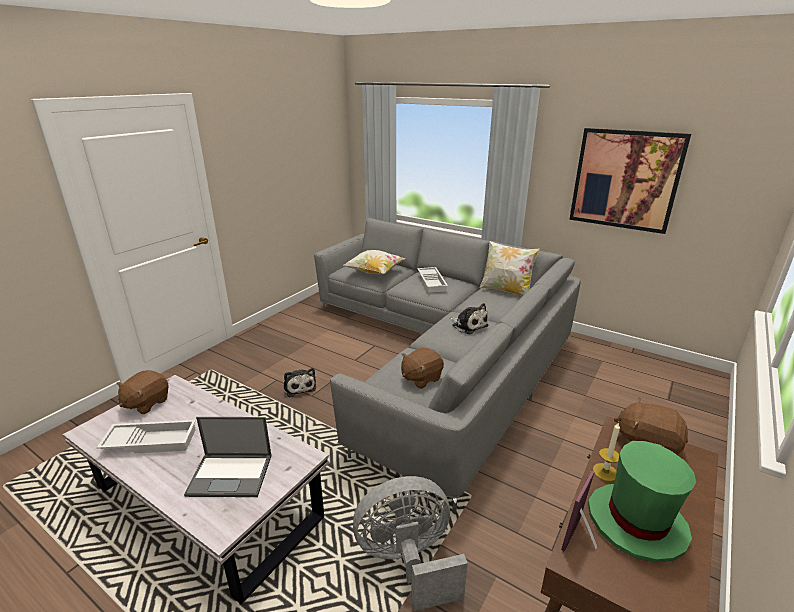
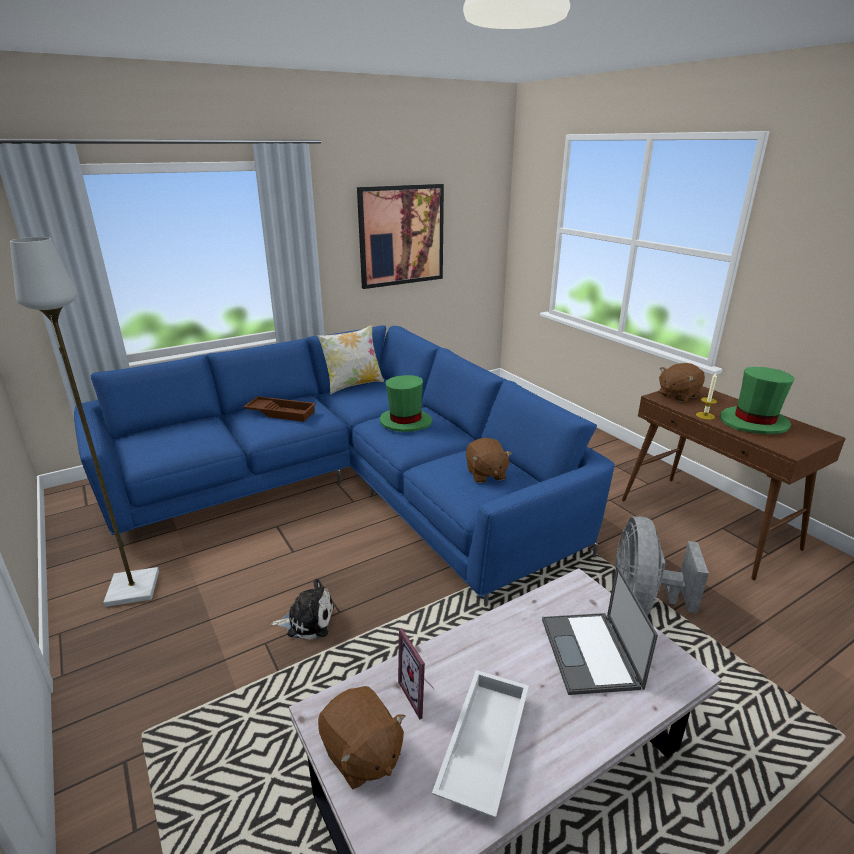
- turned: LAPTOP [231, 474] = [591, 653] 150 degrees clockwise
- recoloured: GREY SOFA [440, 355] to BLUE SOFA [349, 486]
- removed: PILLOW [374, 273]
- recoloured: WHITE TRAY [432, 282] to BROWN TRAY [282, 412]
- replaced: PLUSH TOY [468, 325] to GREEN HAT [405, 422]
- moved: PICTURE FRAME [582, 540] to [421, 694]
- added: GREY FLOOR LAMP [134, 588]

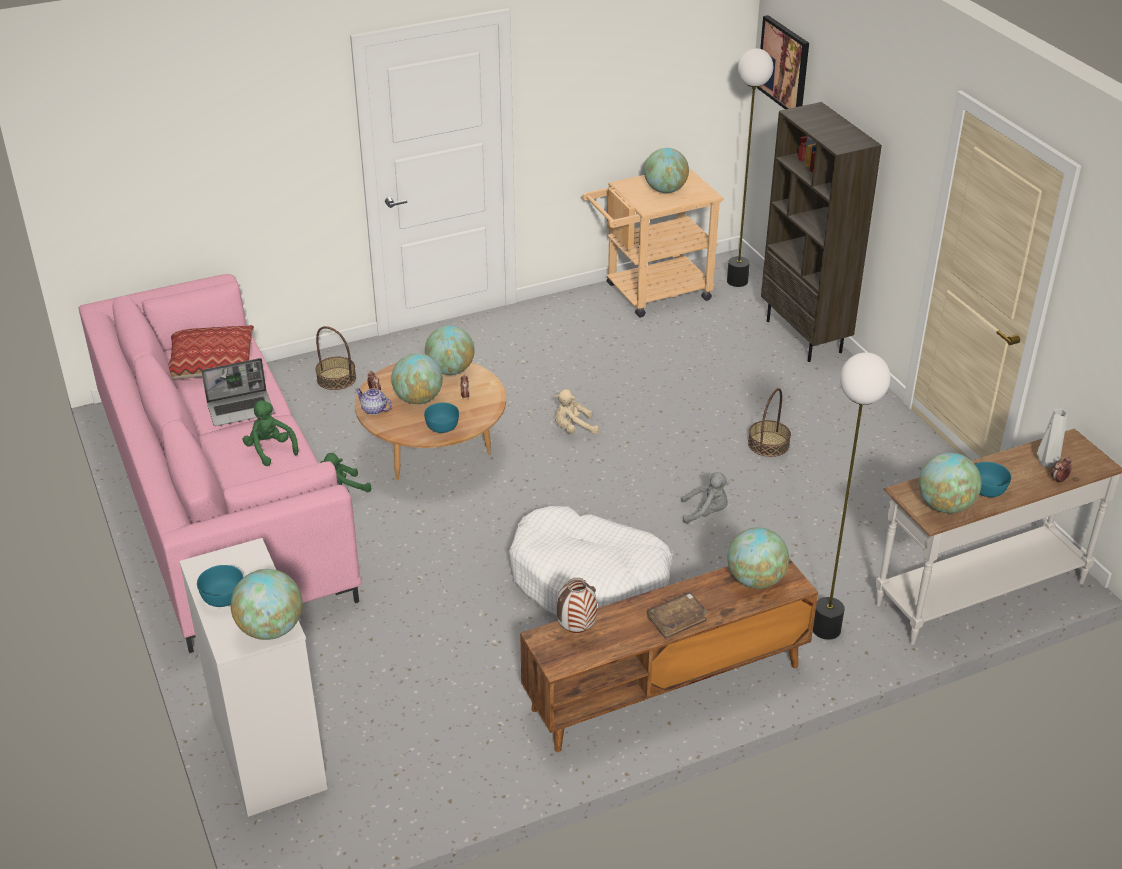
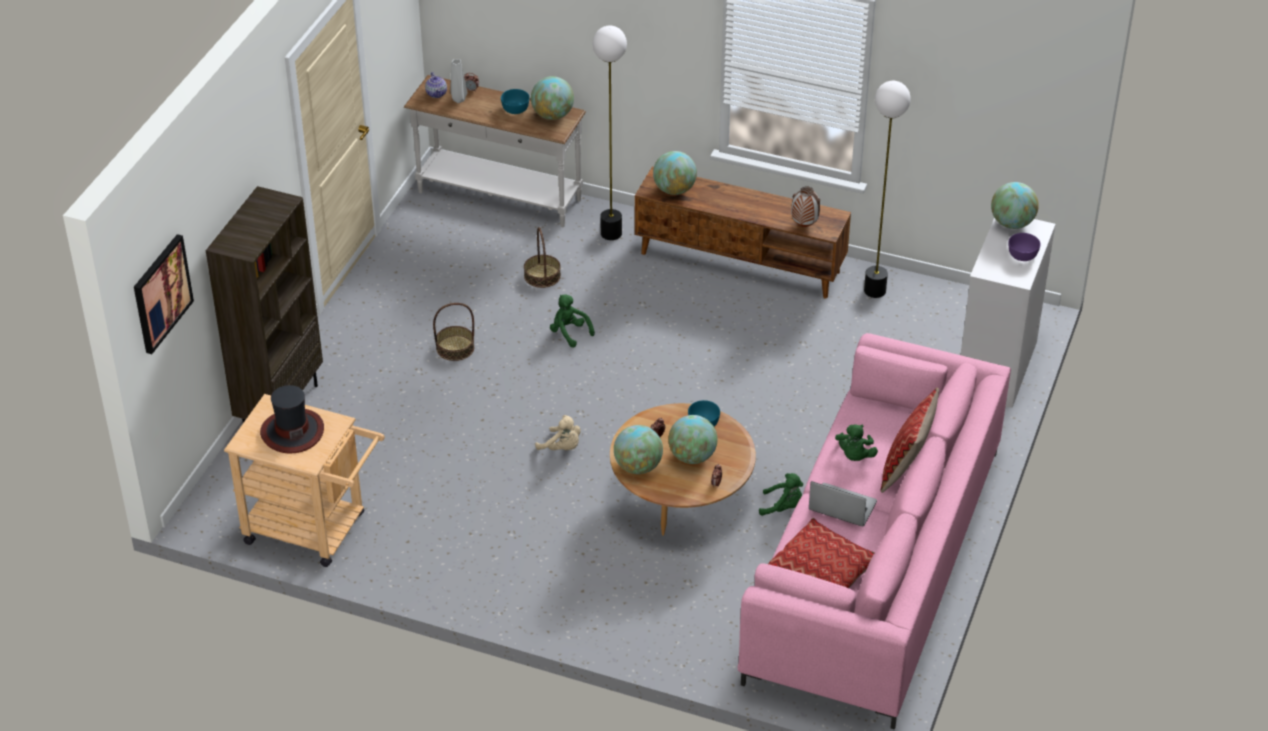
- recoloured: TURQUOISE BOWL [222, 596] to PURPLE BOWL [1023, 255]
- moved: BASKET [336, 378] to [542, 276]
- moved: TEAPOT [374, 410] to [436, 93]
- removed: WHITE DOG BED [589, 580]
- replaced: GLOBE [665, 190] to HAT [292, 431]
- removed: BROWN BOOK [677, 620]
- recoloured: GREY PLUSH TOY [706, 512] to GREEN PLUSH TOY [569, 333]
- moved: FLOOR LAMP [737, 281] to [874, 290]
- added: PILLOW [905, 468]

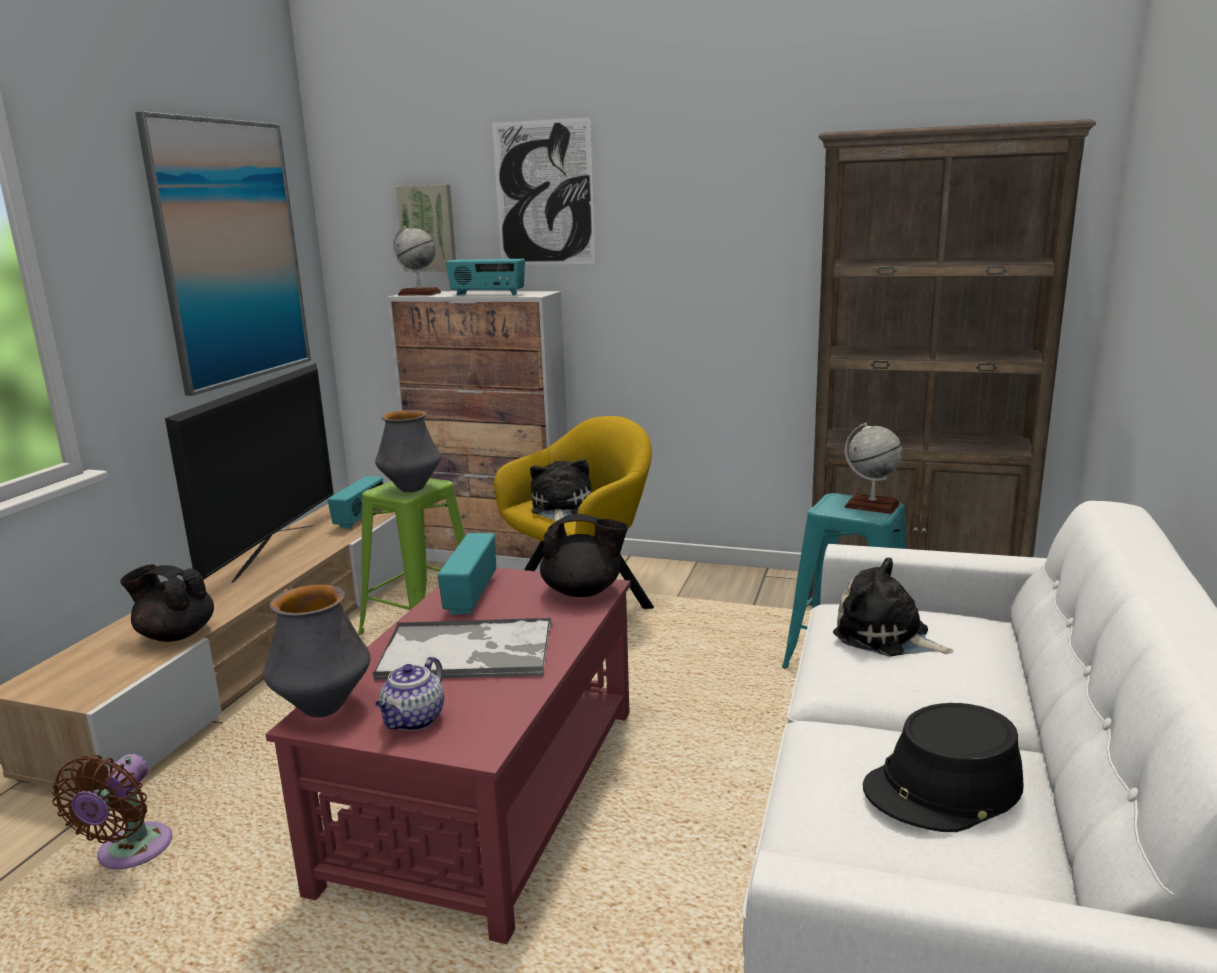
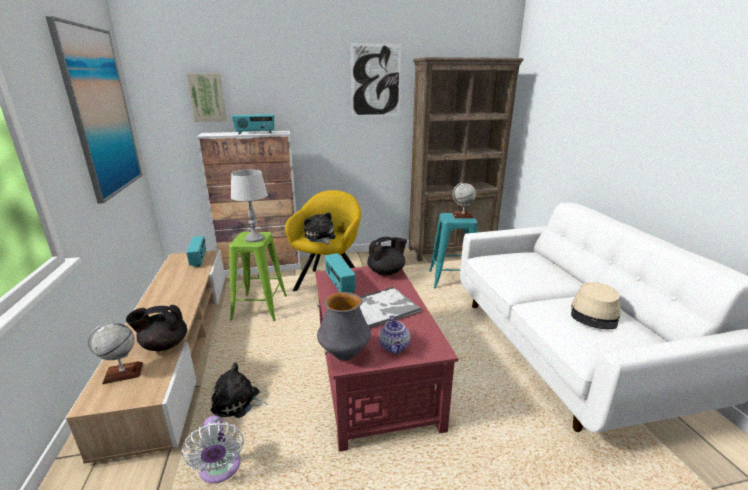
- recoloured: BROWN FAN [130, 853] to WHITE FAN [220, 470]
- removed: TELEVISION [274, 552]
- replaced: VASE [411, 489] to GREY TABLE LAMP [254, 239]
- moved: GLOBE [419, 294] to [123, 373]
- moved: PICTURE [544, 193] to [375, 81]
- moved: PLUSH TOY [886, 637] to [238, 403]
- recoloured: BLACK HAT [943, 788] to BEIGE HAT [594, 314]

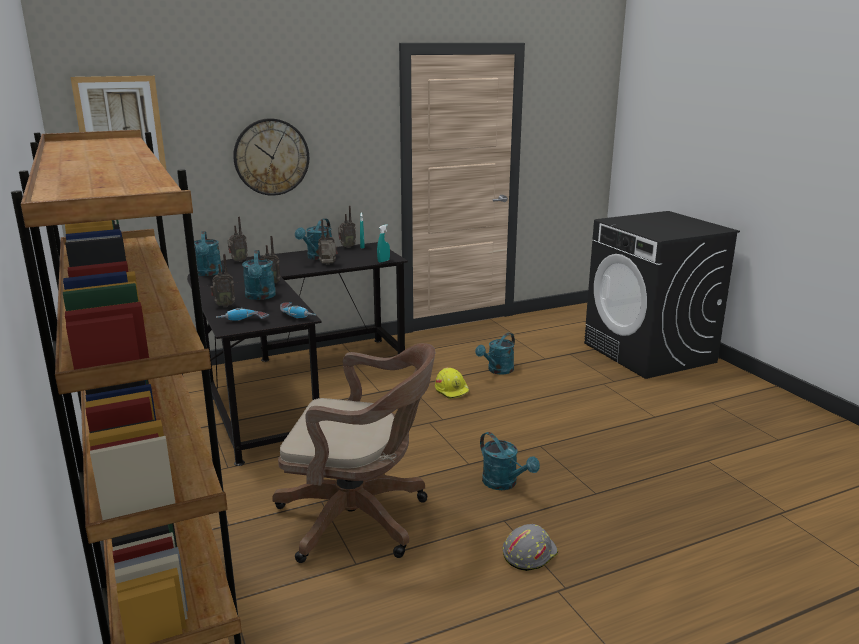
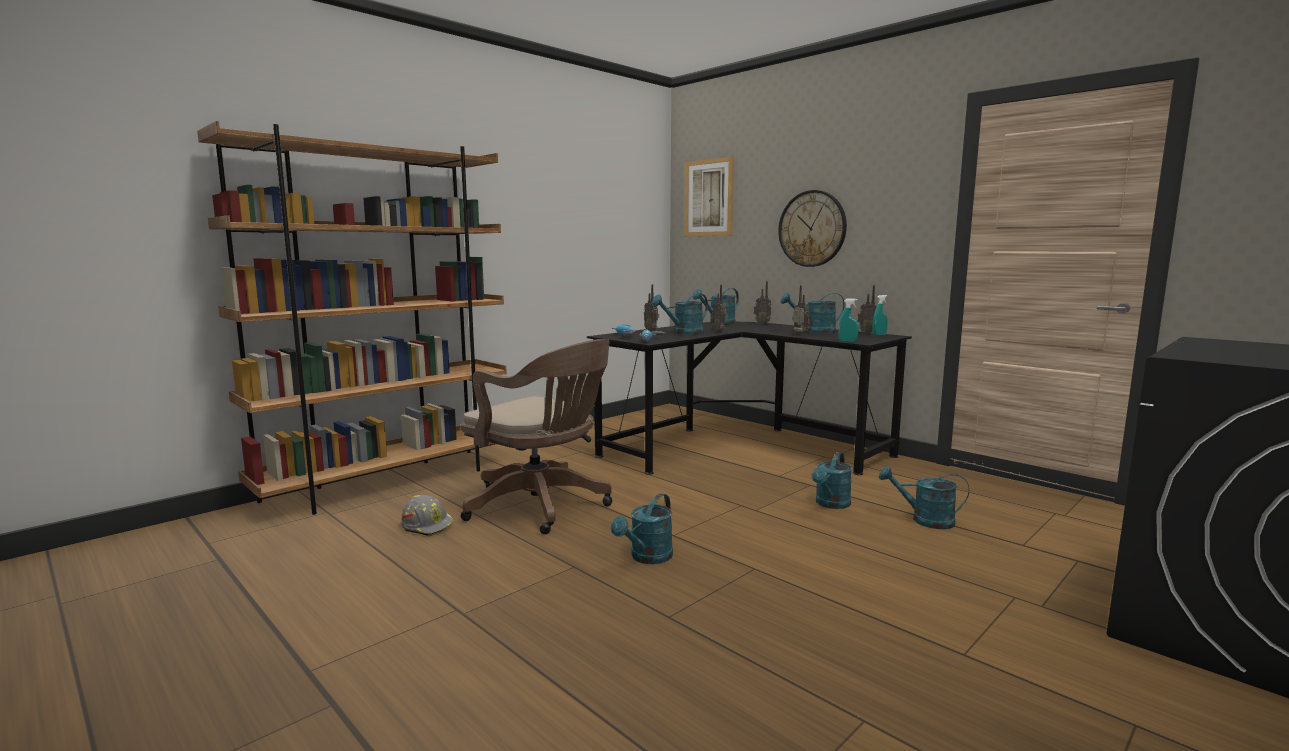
- turned: BROWN OFFICE CHAIR [360, 519] = [542, 506] 45 degrees counterclockwise
- replaced: YELLOW HARD HAT [452, 390] to TURQUOISE WATERING CAN [831, 504]
- moved: GREY HARD HAT [528, 553] to [428, 525]

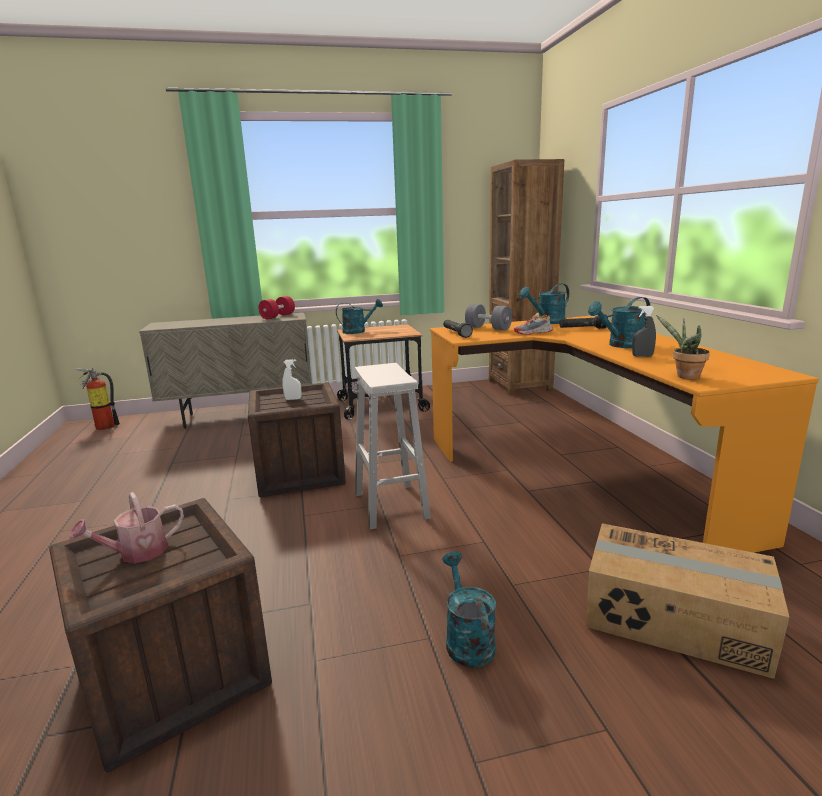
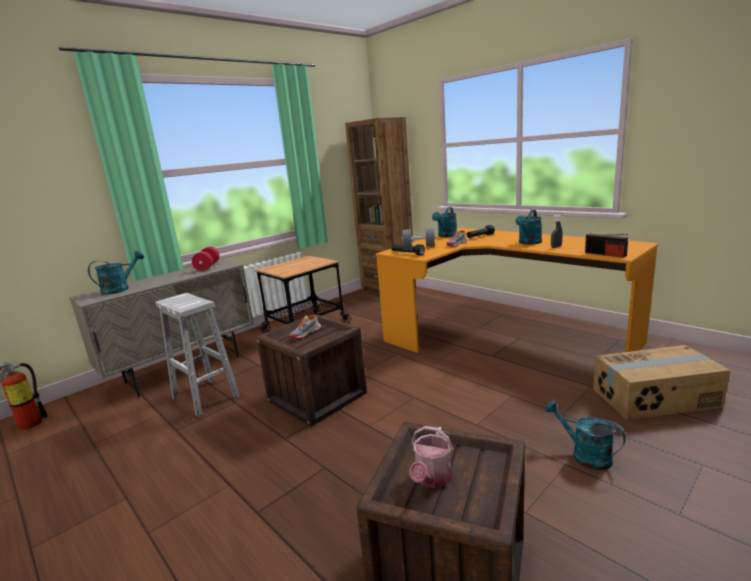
- replaced: WHITE SPRAY BOTTLE [293, 399] to SHOE [306, 333]
- moved: TURQUOISE WATERING CAN [358, 331] to [120, 289]
- moved: WHITE STOOL [390, 505] to [205, 397]
- replaced: POTTED PLANT [684, 376] to RADIO [605, 254]

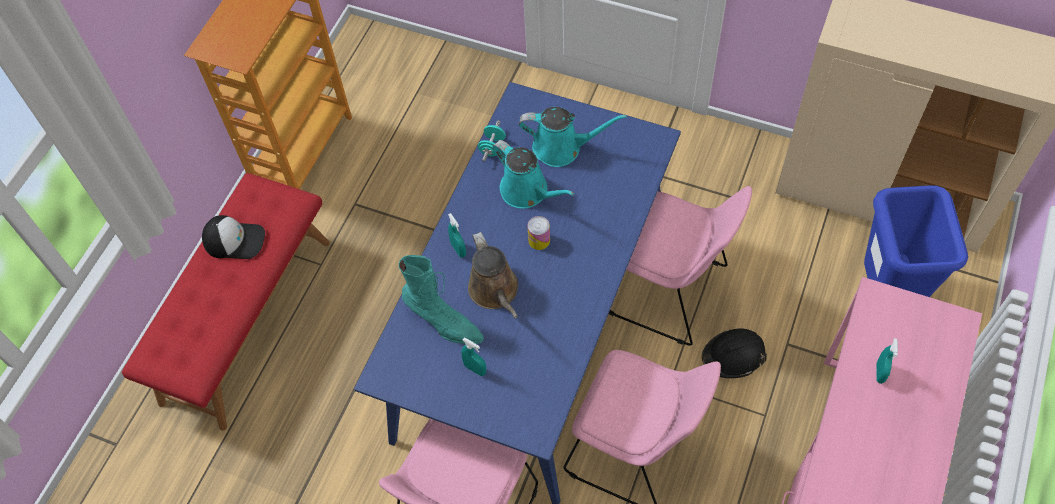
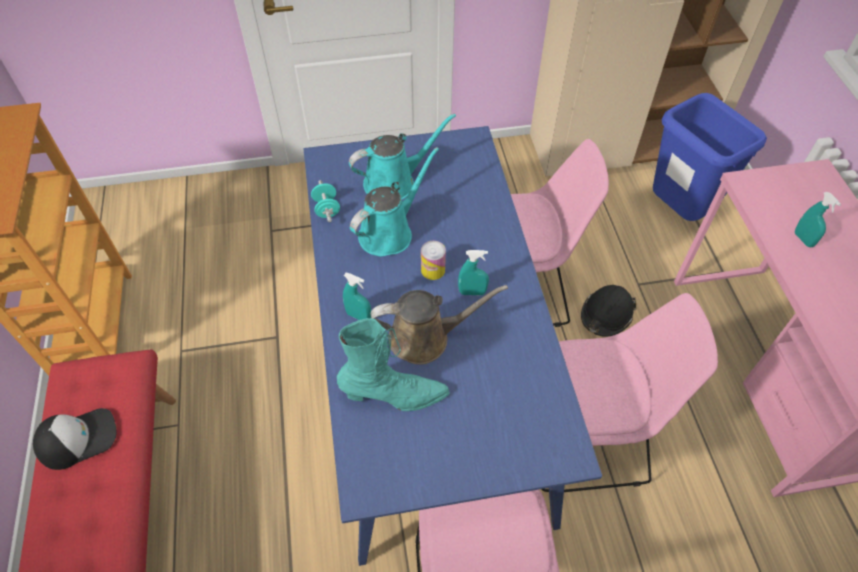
- moved: TURQUOISE SPRAY BOTTLE [475, 369] to [472, 292]
- turned: BROWN WATERING CAN [495, 291] = [425, 338] 45 degrees counterclockwise
- turned: TURQUOISE WATERING CAN [527, 191] = [389, 232] 60 degrees counterclockwise

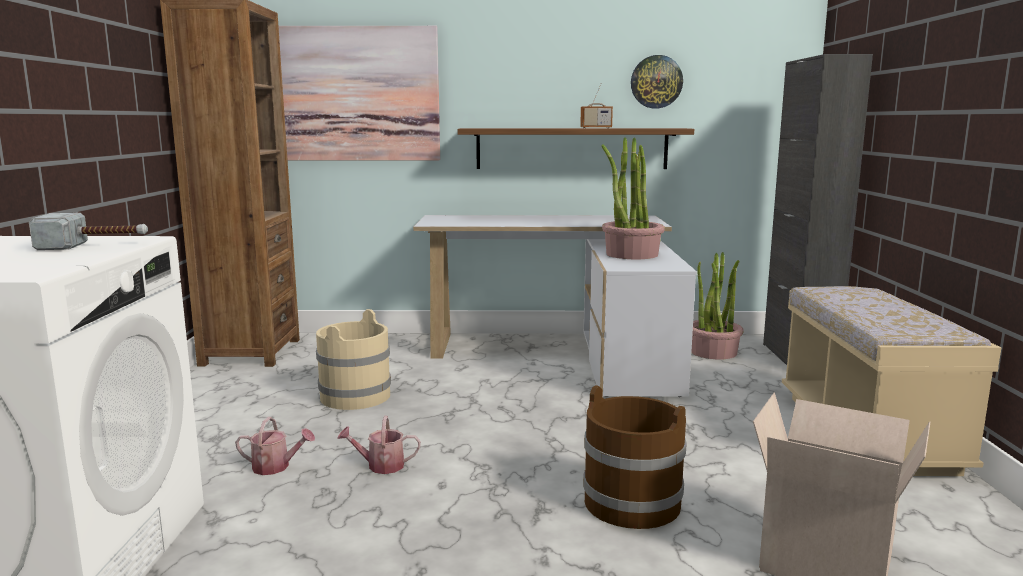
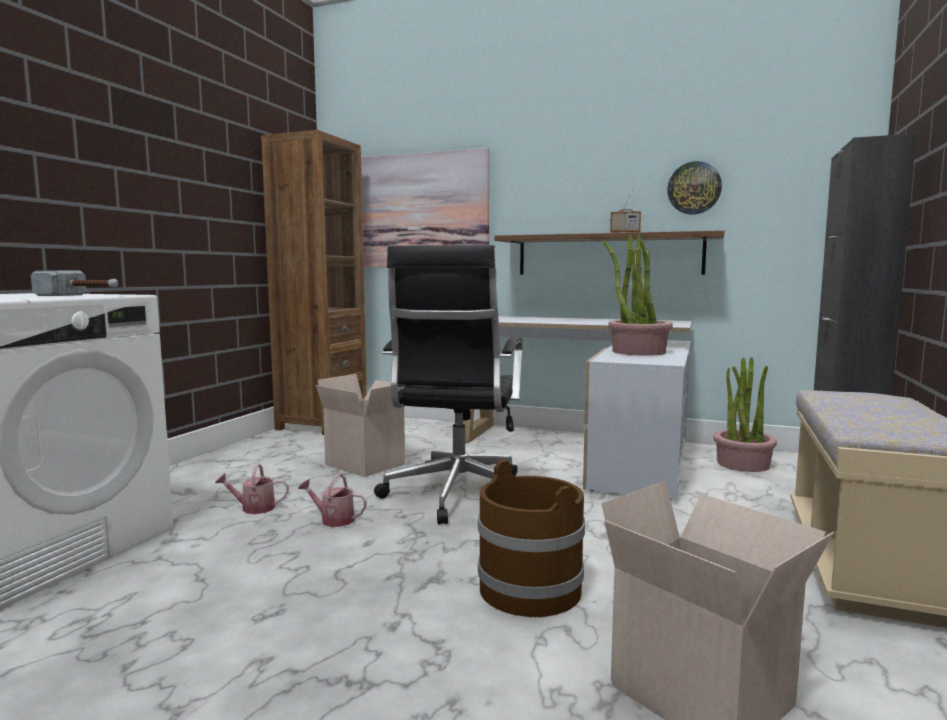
- turned: WATERING CAN [276, 467] = [253, 508] 150 degrees clockwise
- replaced: BEIGE BUCKET [355, 396] to CARDBOARD BOX [367, 464]
- added: BLACK OFFICE CHAIR [457, 495]

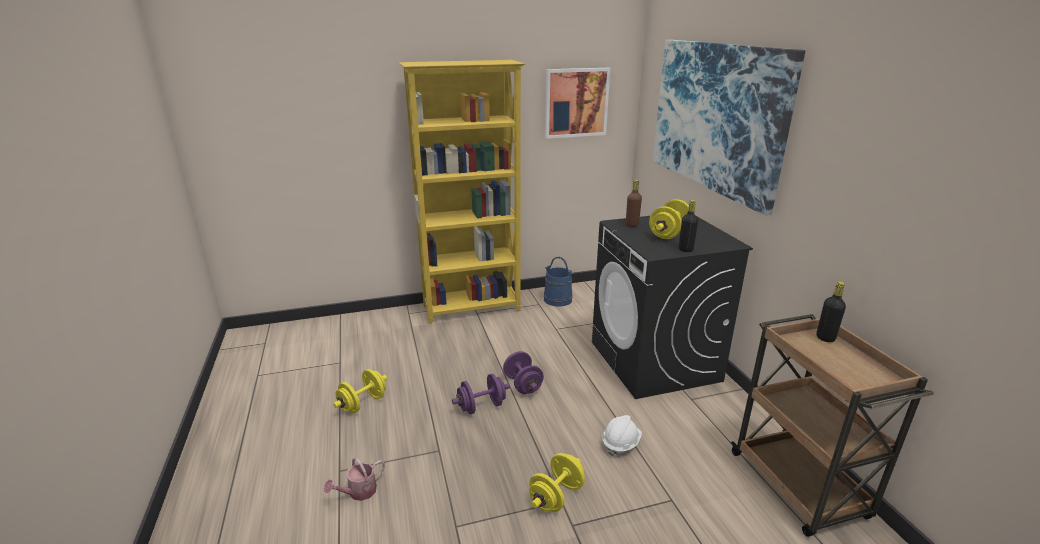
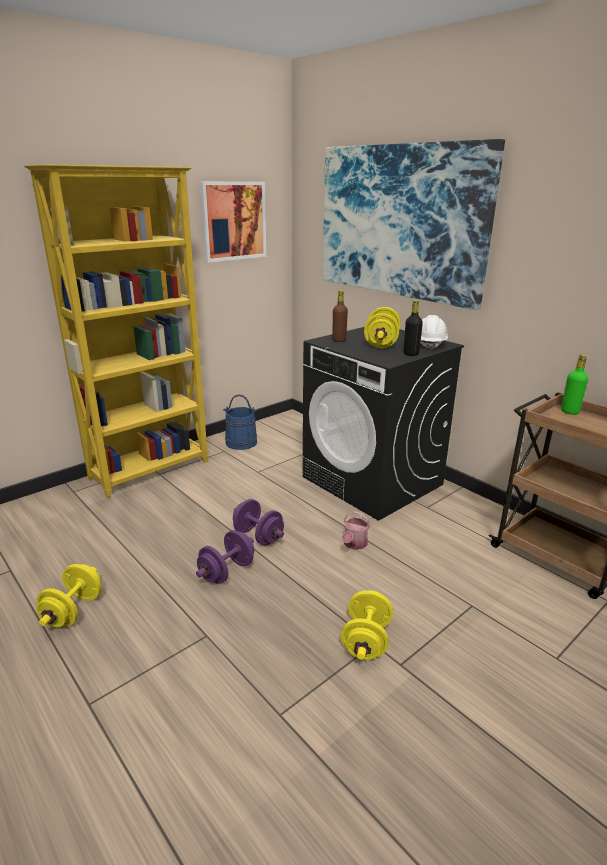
- moved: WATERING CAN [358, 492] to [354, 544]
- moved: WHITE HARD HAT [620, 443] to [429, 344]
- recoloured: BLACK BOTTLE [825, 338] to GREEN BOTTLE [569, 411]

